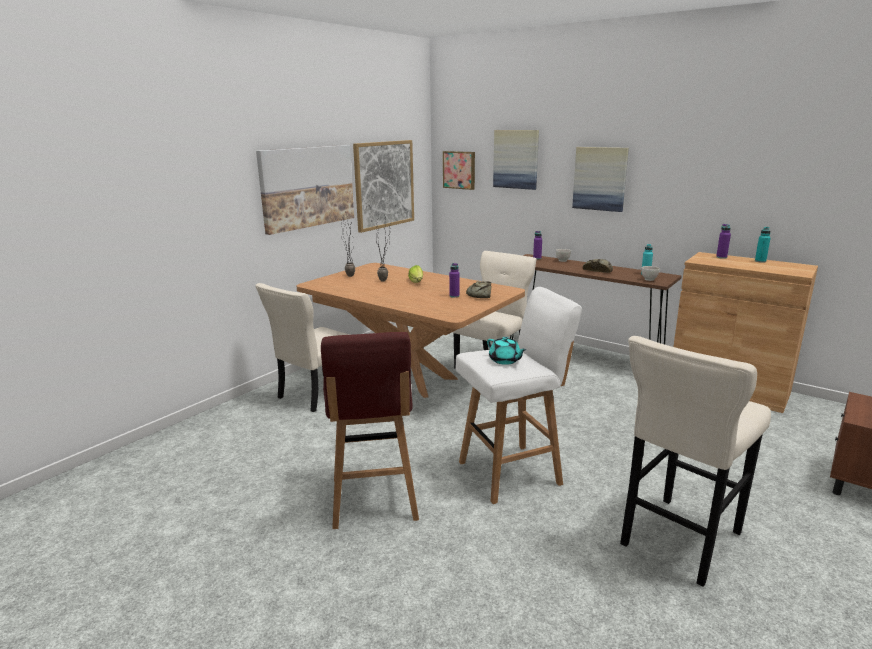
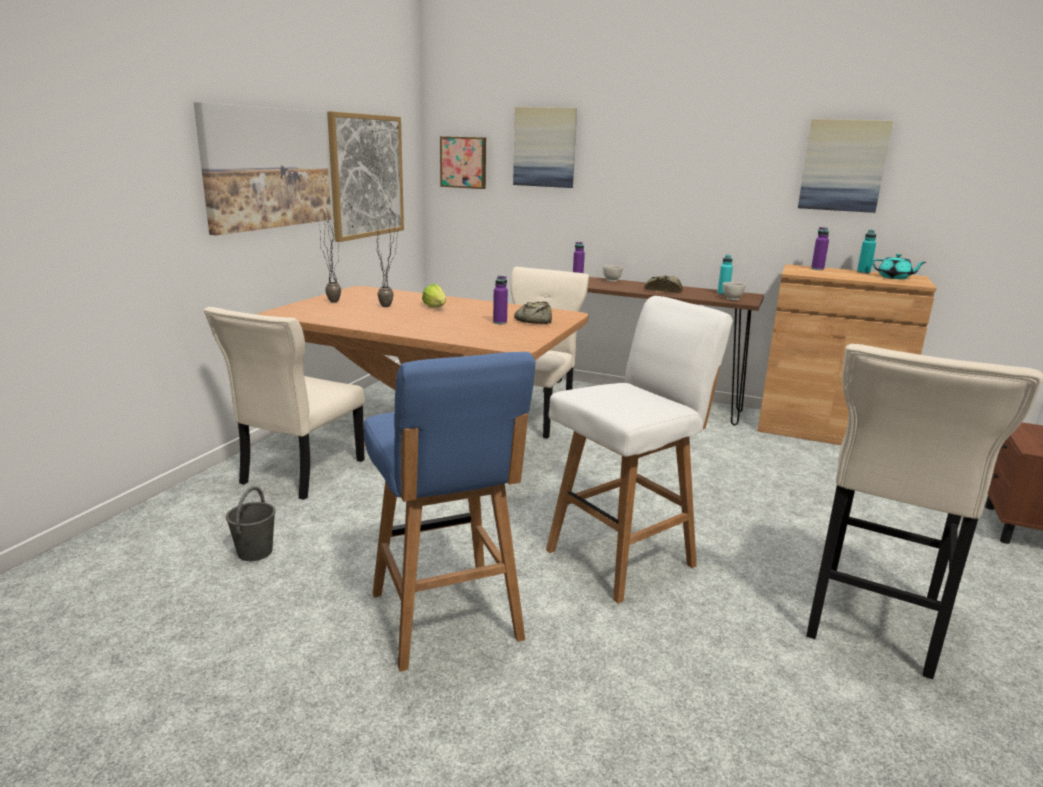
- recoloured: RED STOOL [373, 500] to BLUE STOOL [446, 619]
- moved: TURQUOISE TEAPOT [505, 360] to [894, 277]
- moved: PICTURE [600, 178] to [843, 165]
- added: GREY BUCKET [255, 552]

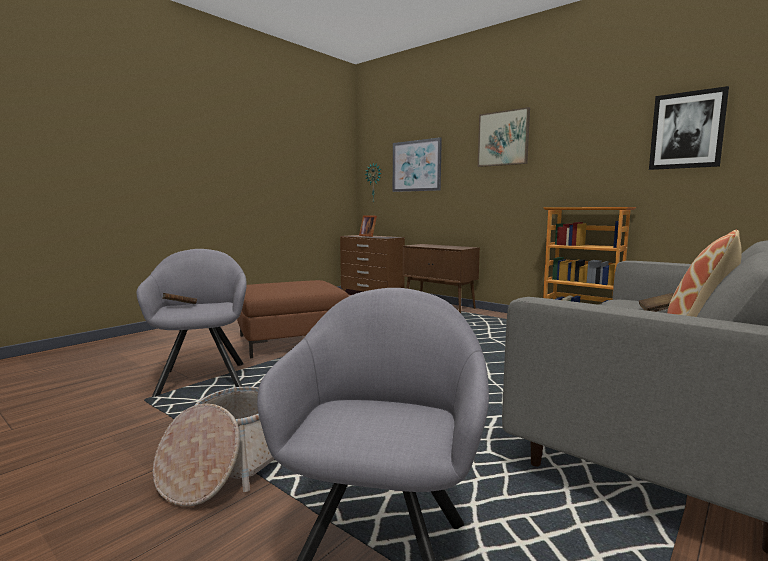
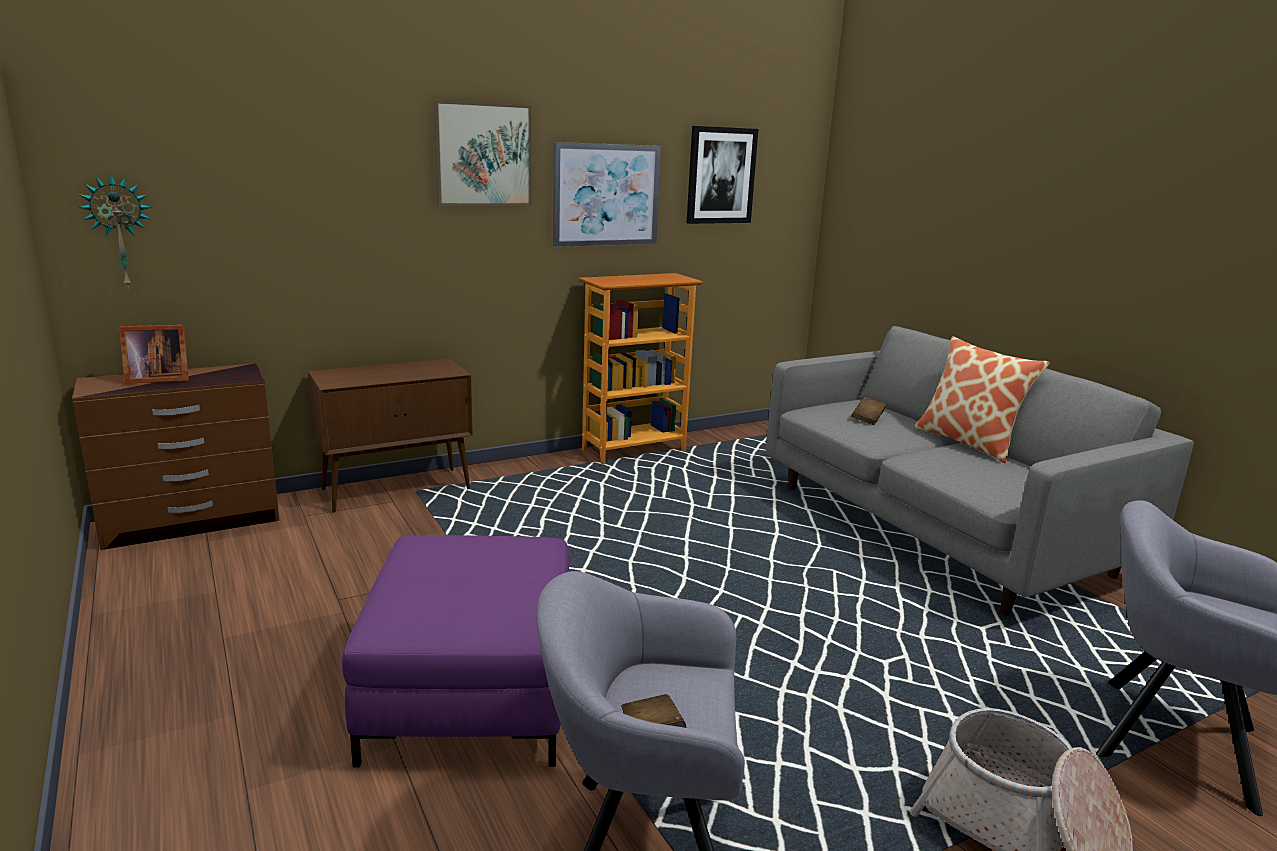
- recoloured: BROWN OTTOMAN [292, 340] to PURPLE OTTOMAN [471, 692]
- moved: PICTURE [416, 166] to [606, 195]

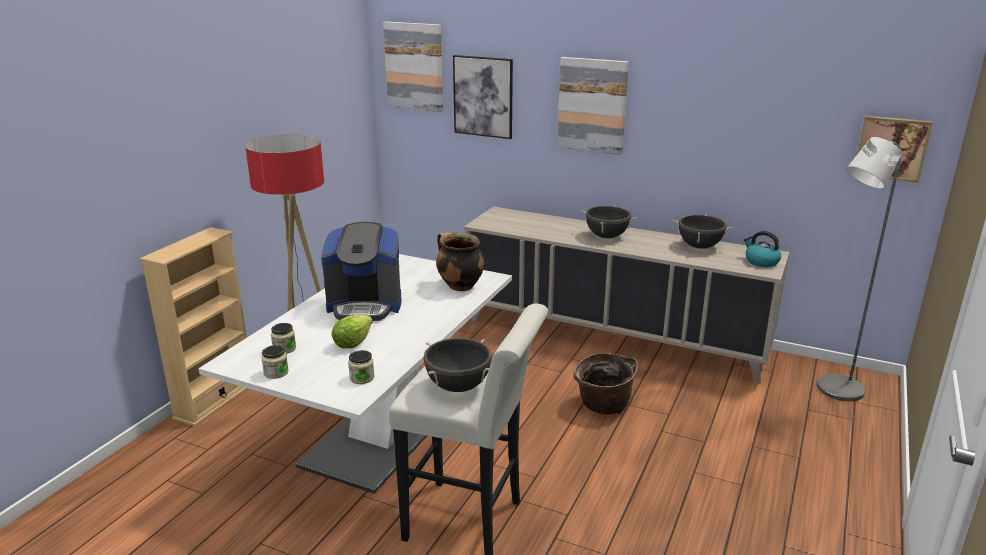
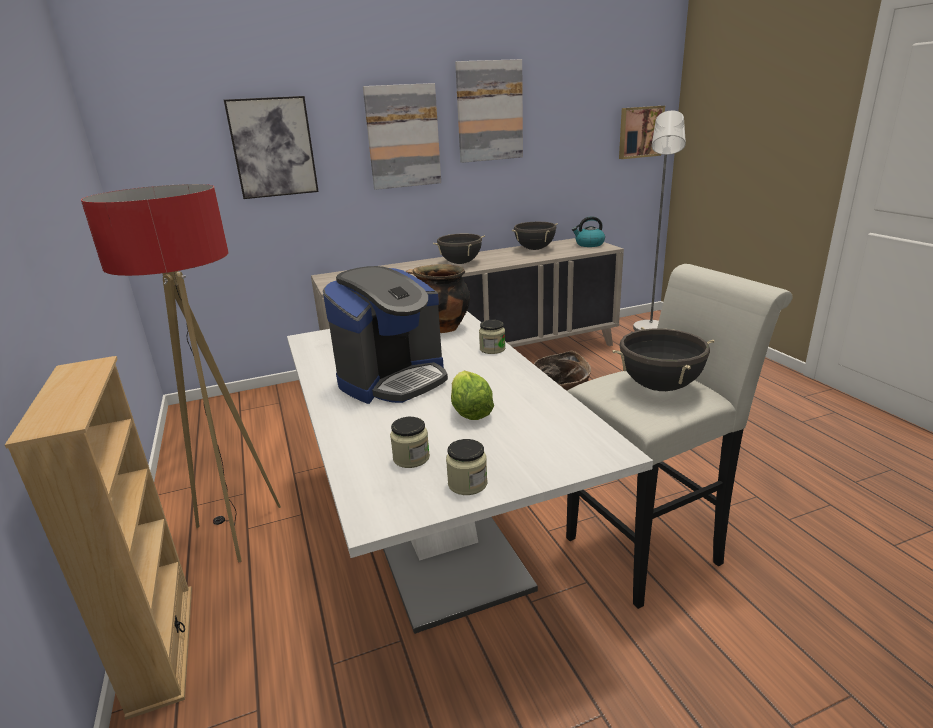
- moved: JAR [362, 378] to [492, 349]
- moved: PICTURE [414, 66] to [489, 111]

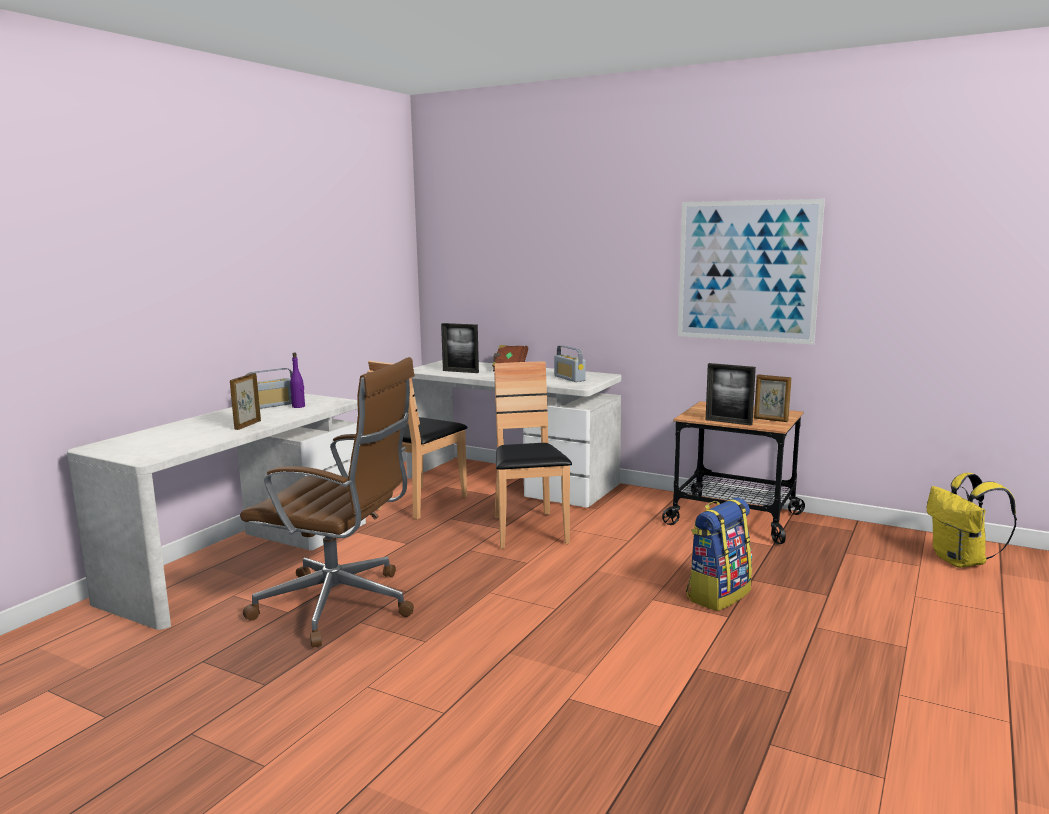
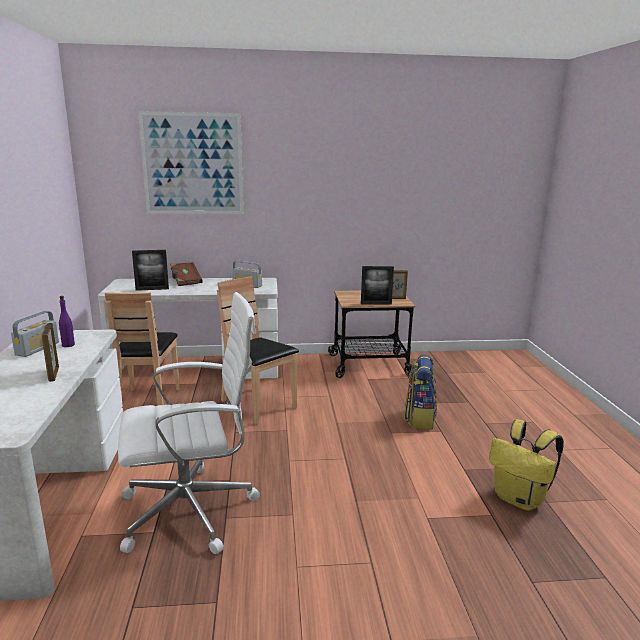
- recoloured: BROWN OFFICE CHAIR [340, 606] to WHITE OFFICE CHAIR [193, 510]
- moved: PICTURE [747, 271] to [192, 164]
- moved: YELLOW BACKPACK [961, 561] to [520, 499]

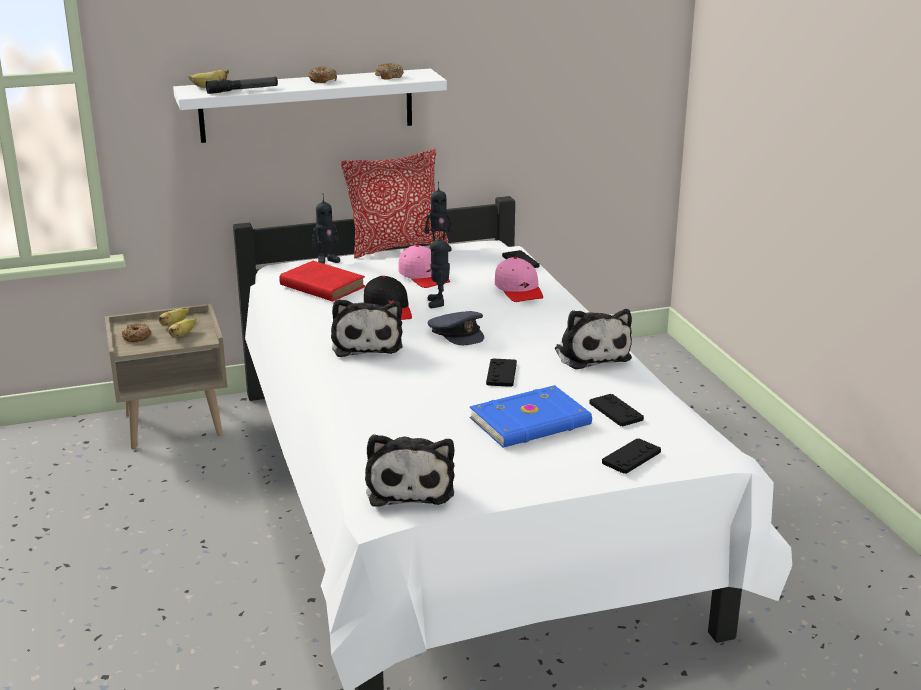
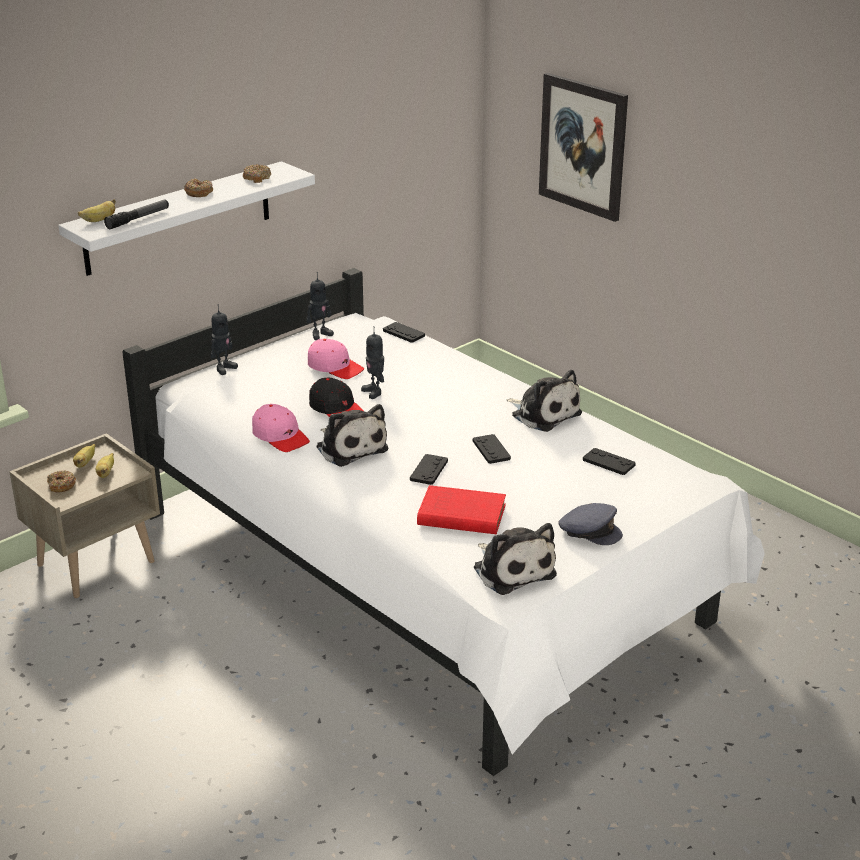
- moved: RED BOOK [320, 286] to [459, 515]
- removed: PILLOW [397, 246]
- moved: GREY CAP [457, 334] to [590, 531]
- removed: BLUE BOOK [532, 422]
- moved: PINK CAP [519, 290] to [280, 436]
- moved: BLACK GAME CONTROLLER [631, 457] to [429, 470]
- added: PICTURE [583, 146]

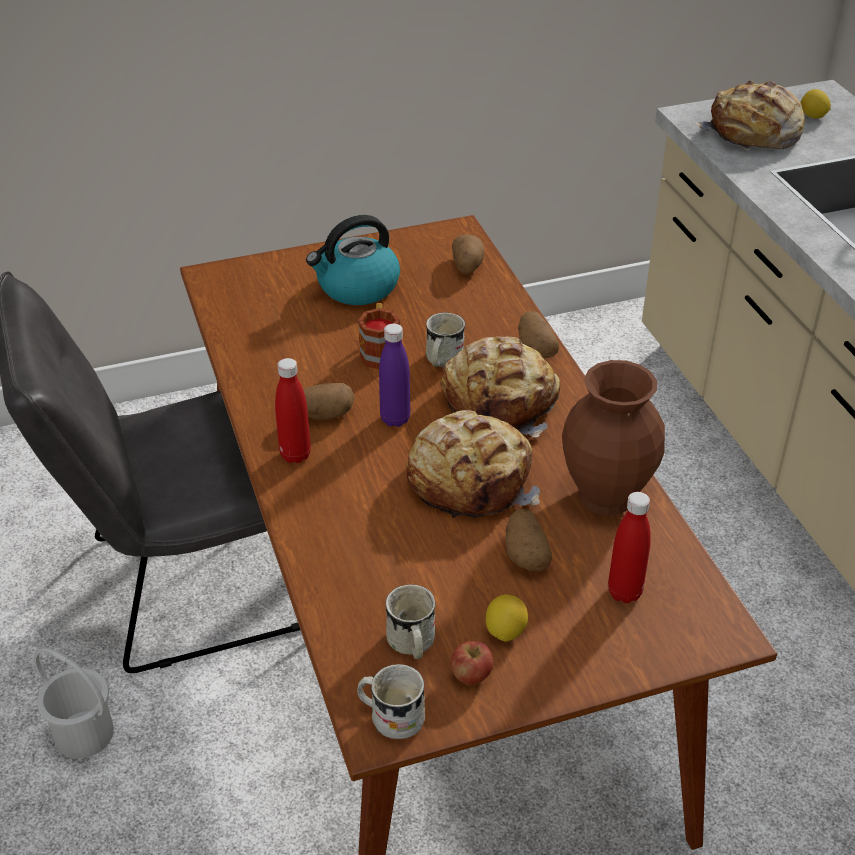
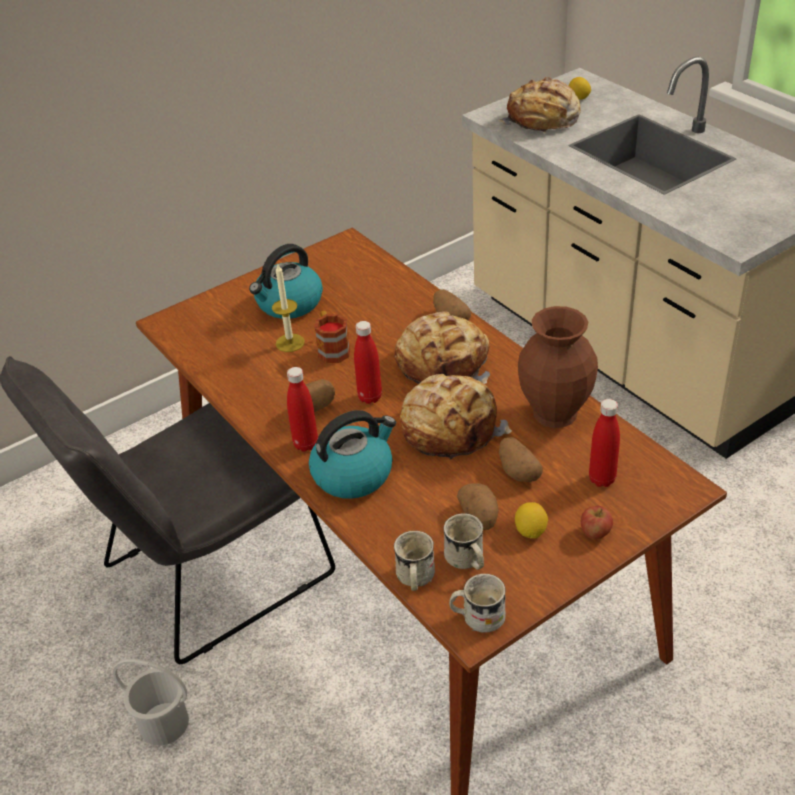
- recoloured: PURPLE BOTTLE [395, 419] to RED BOTTLE [370, 397]
- moved: WHITE MUG [442, 361] to [414, 579]
- moved: APPLE [471, 675] to [595, 533]
- moved: POTATO [467, 266] to [479, 517]
- added: CANDLE [290, 343]
- added: KETTLE [353, 474]

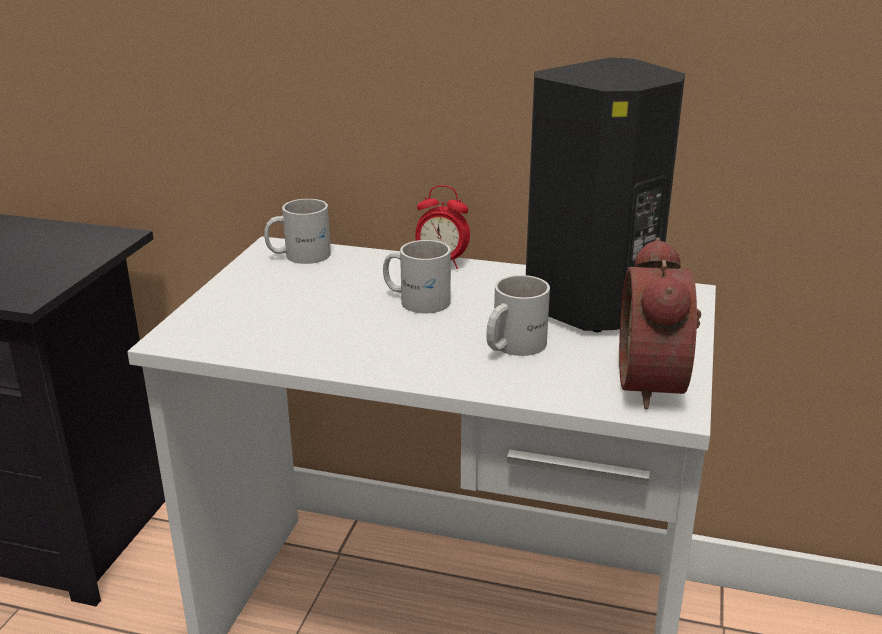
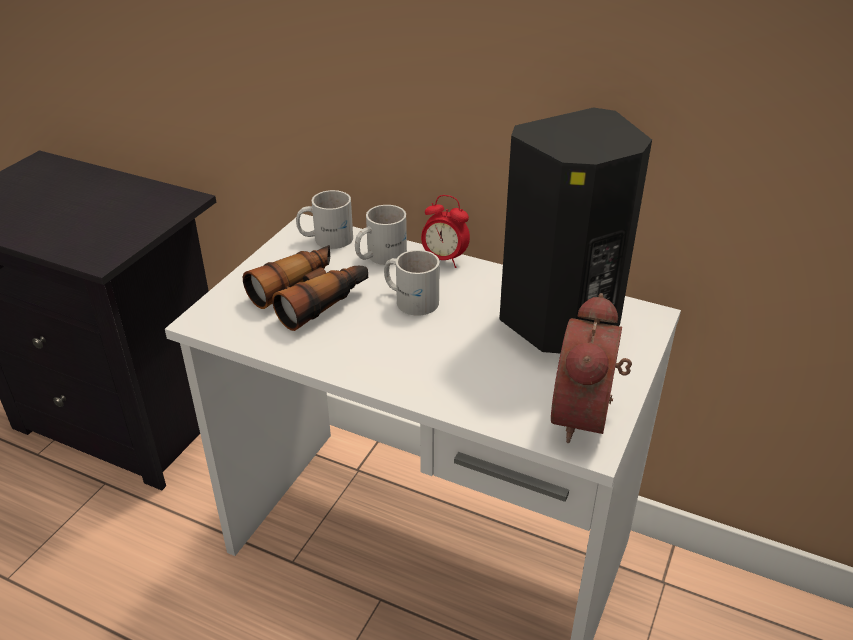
- moved: WHITE MUG [511, 346] to [379, 256]
- added: BINOCULARS [311, 297]

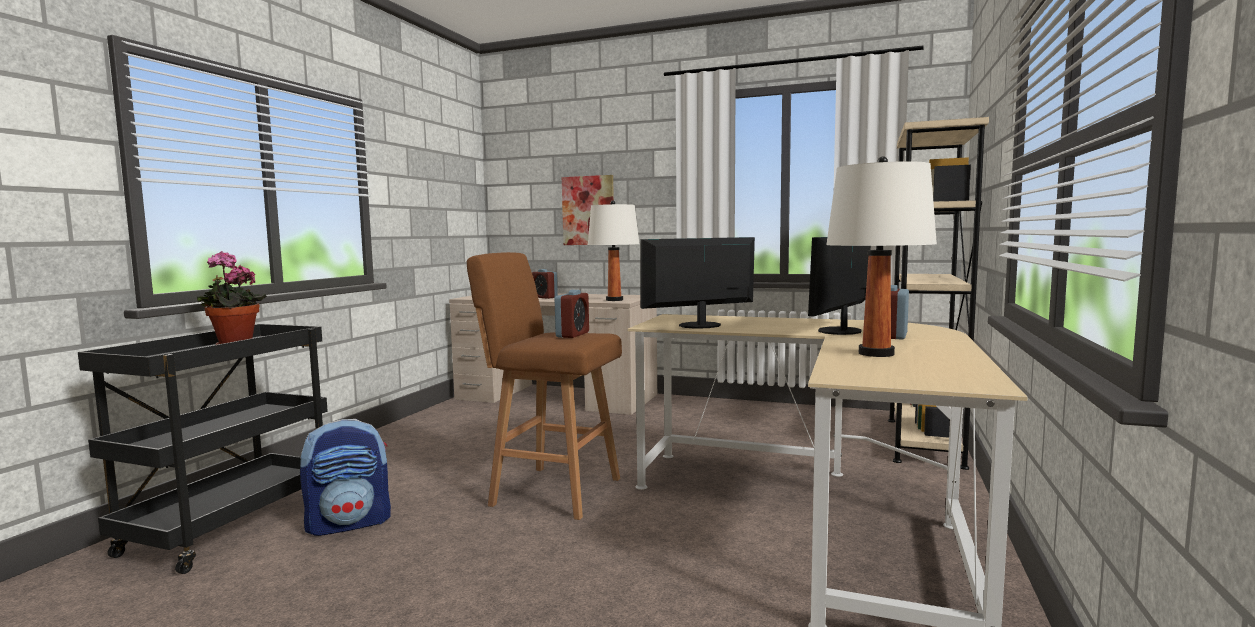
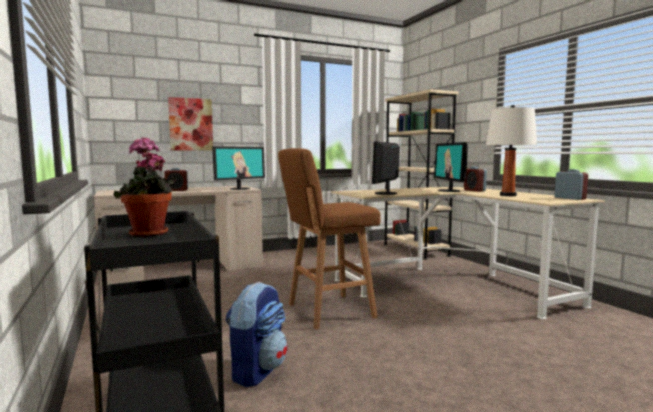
- moved: ALARM CLOCK [572, 335] to [570, 198]
- replaced: WHITE TABLE LAMP [614, 300] to MONITOR [239, 189]

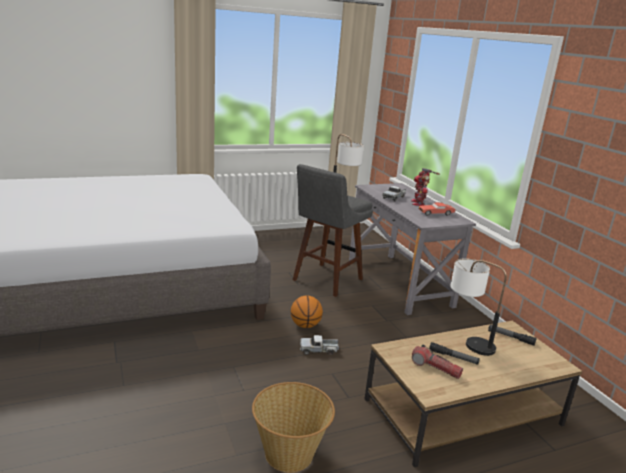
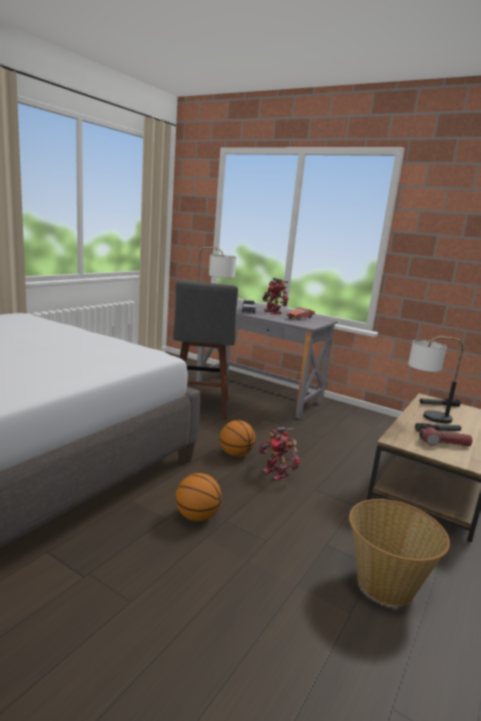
- replaced: TOY TRUCK [319, 350] to TOY ROBOT [276, 472]
- added: BASKETBALL [197, 516]

